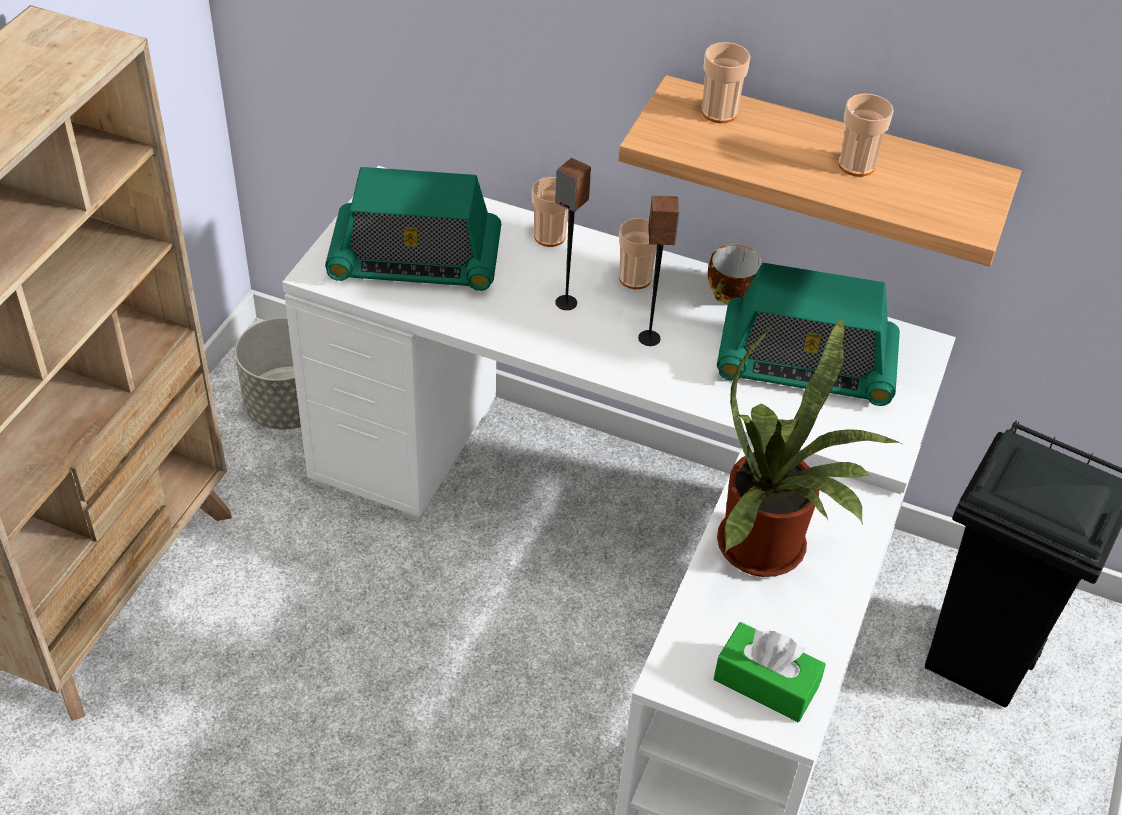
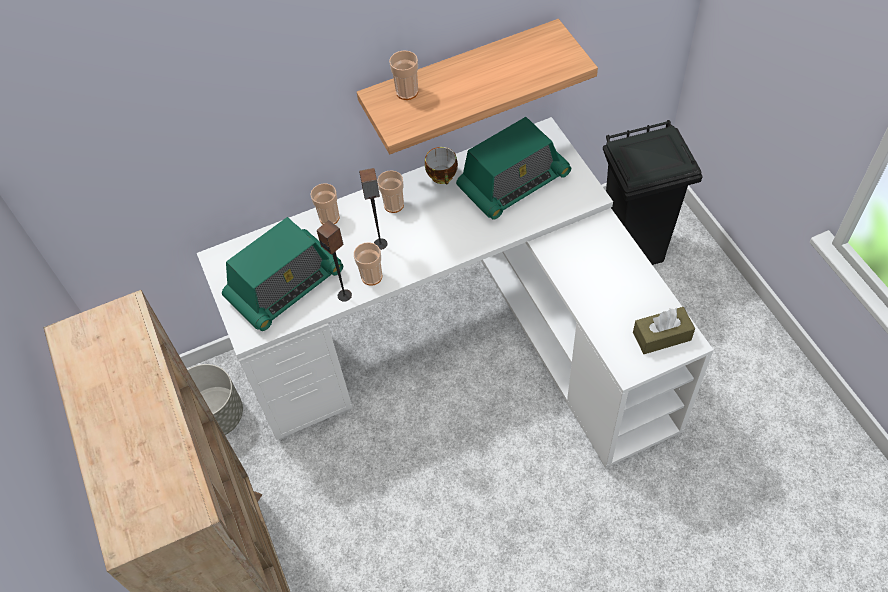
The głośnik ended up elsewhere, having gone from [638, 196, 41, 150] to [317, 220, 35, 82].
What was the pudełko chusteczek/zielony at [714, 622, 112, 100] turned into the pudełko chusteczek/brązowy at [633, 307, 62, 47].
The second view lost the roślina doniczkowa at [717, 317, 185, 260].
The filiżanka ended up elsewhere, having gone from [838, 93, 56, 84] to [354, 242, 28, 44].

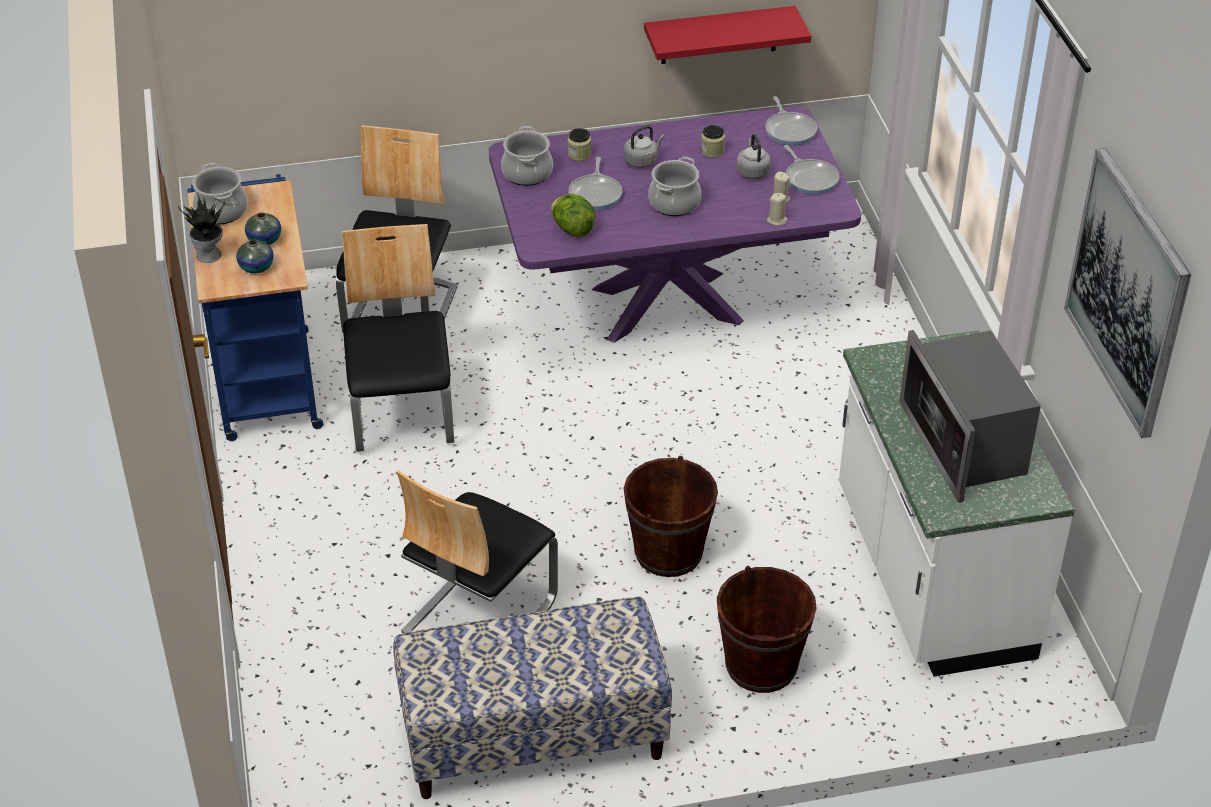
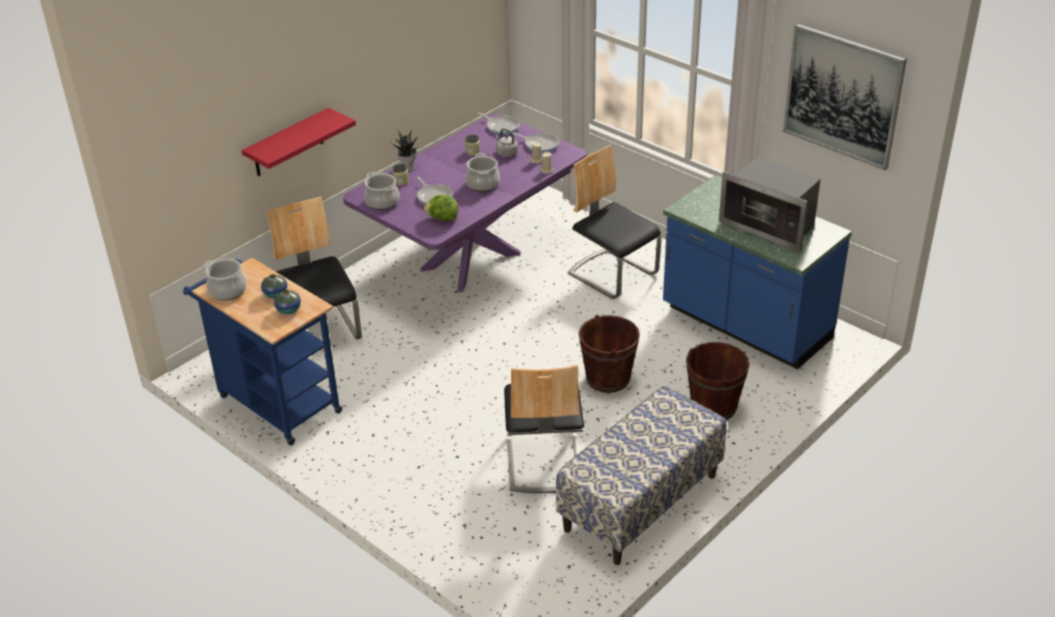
The roślina doniczkowa ended up elsewhere, having gone from [178, 193, 47, 70] to [390, 129, 28, 43].
The krzesło ended up elsewhere, having gone from [342, 224, 112, 228] to [568, 145, 94, 154].
The second view lost the czajnik/szary at [624, 125, 41, 43].
The półka/czerwony ended up elsewhere, having gone from [644, 6, 167, 58] to [242, 108, 114, 68].
What was the zabudowa kuchenna/biały at [839, 330, 236, 347] turned into the zabudowa kuchenna/niebieski at [663, 175, 189, 194].

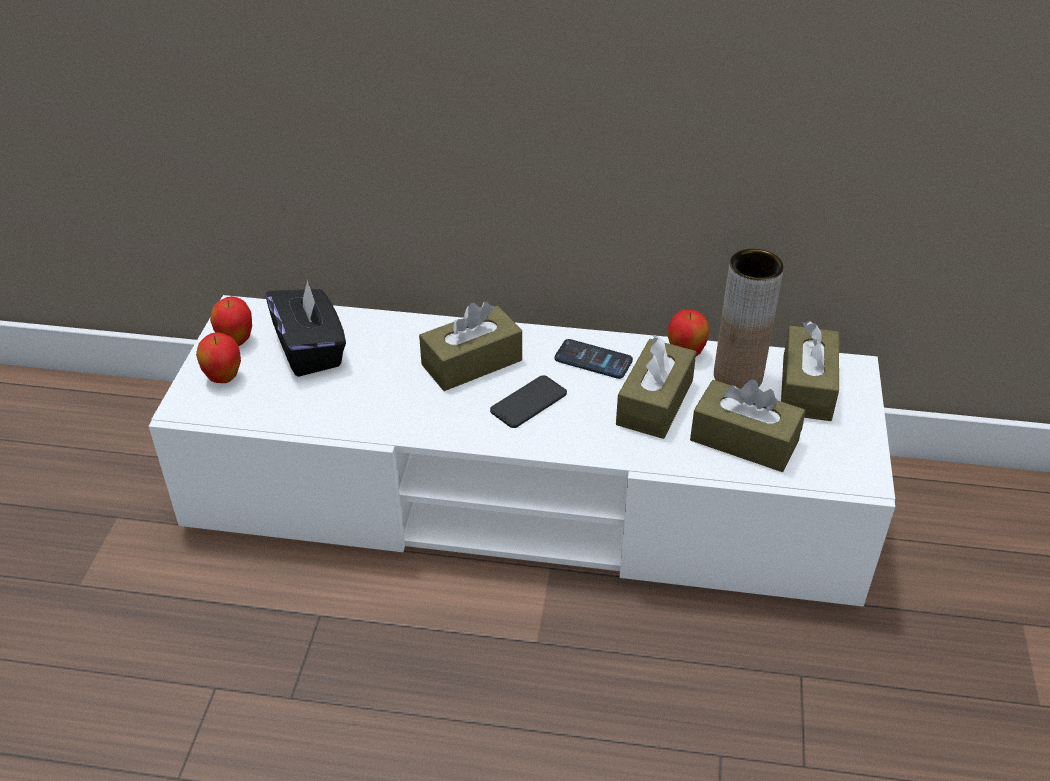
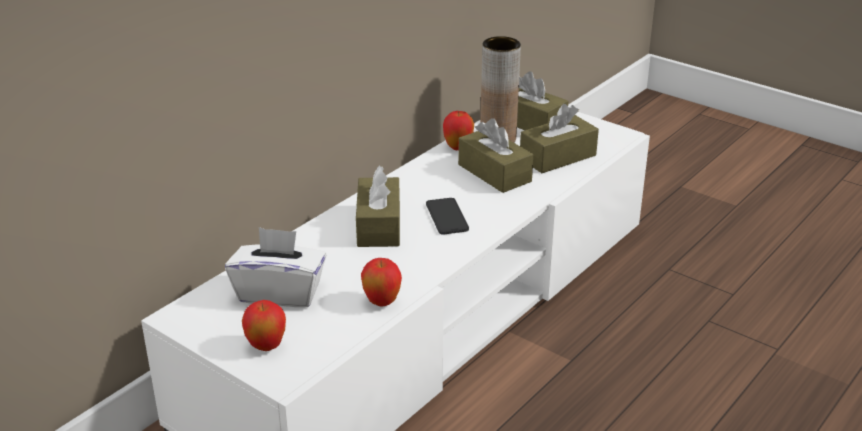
The jabłko ended up elsewhere, having gone from [210, 296, 42, 50] to [361, 258, 41, 48].
What was the pudełko chusteczek/czarny at [266, 280, 80, 97] turned into the pudełko chusteczek/biały at [225, 227, 101, 80].
The second view lost the telefon at [555, 339, 78, 40].

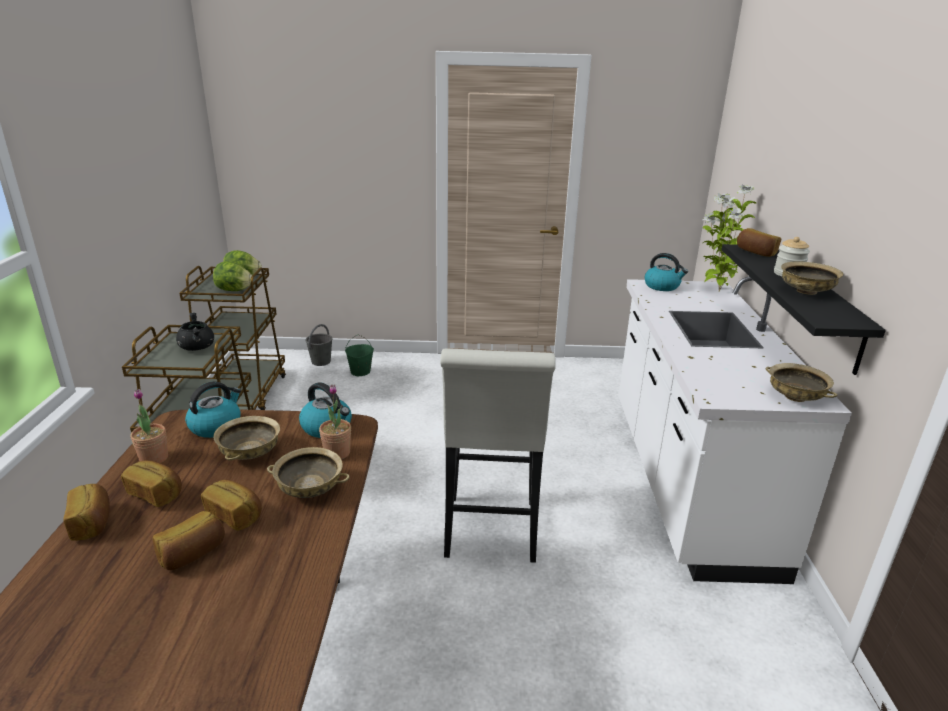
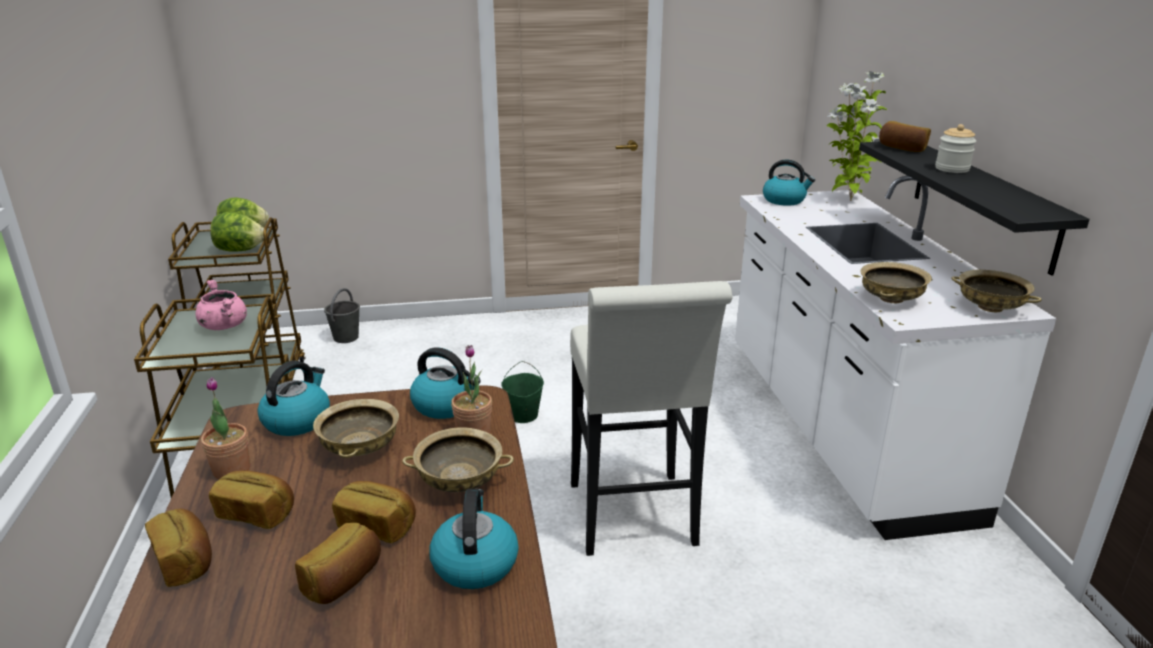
What was the garnek/czarny at [176, 313, 38, 38] turned into the garnek/różowy at [196, 280, 51, 50].
The wiadro/zielony ended up elsewhere, having gone from [345, 335, 29, 41] to [501, 361, 43, 62].
The miska/beżowy ended up elsewhere, having gone from [781, 261, 62, 34] to [860, 262, 72, 41].
The second view gained the czajnik at [429, 489, 90, 100].

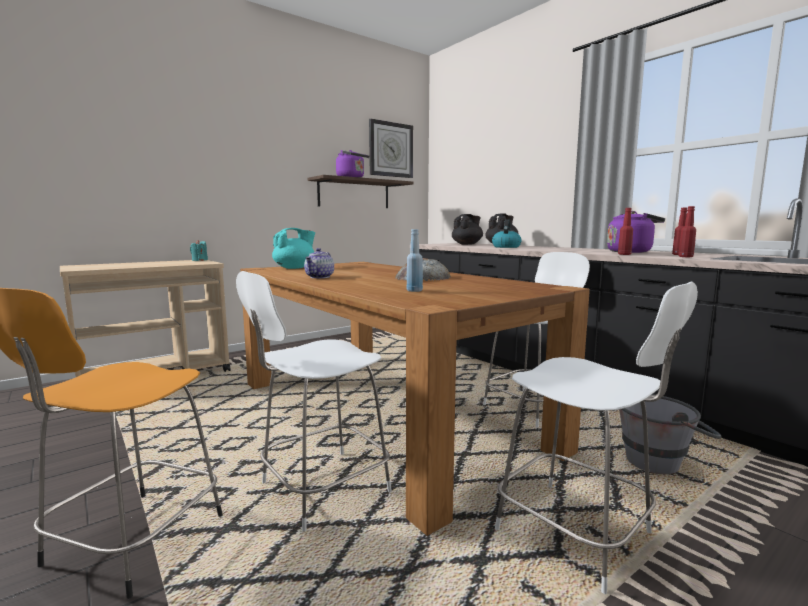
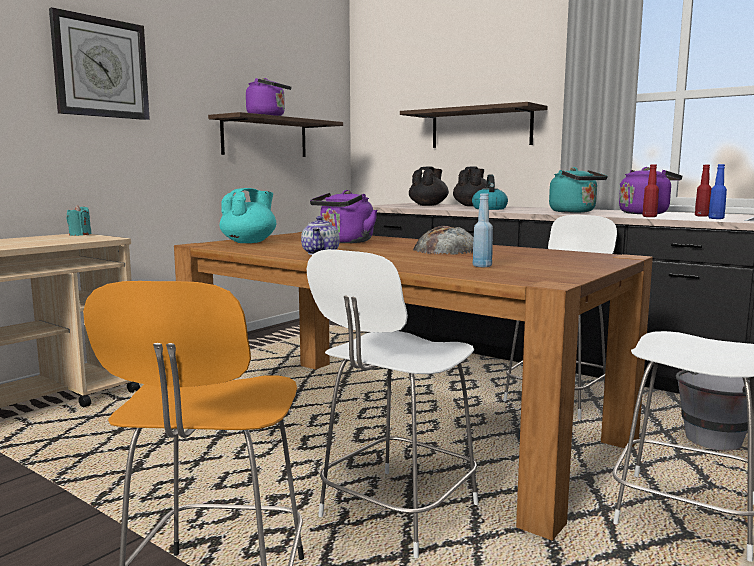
The zegar ścienny ended up elsewhere, having gone from [369, 119, 44, 59] to [49, 7, 101, 113].
What was the butelka/czerwony at [678, 206, 18, 51] turned into the butelka/niebieski at [708, 164, 19, 55].
The second view gained the czajnik/fioletowy at [310, 190, 68, 53].
The second view gained the półka at [400, 102, 148, 46].
The second view gained the czajnik/turkusowy at [549, 167, 58, 46].

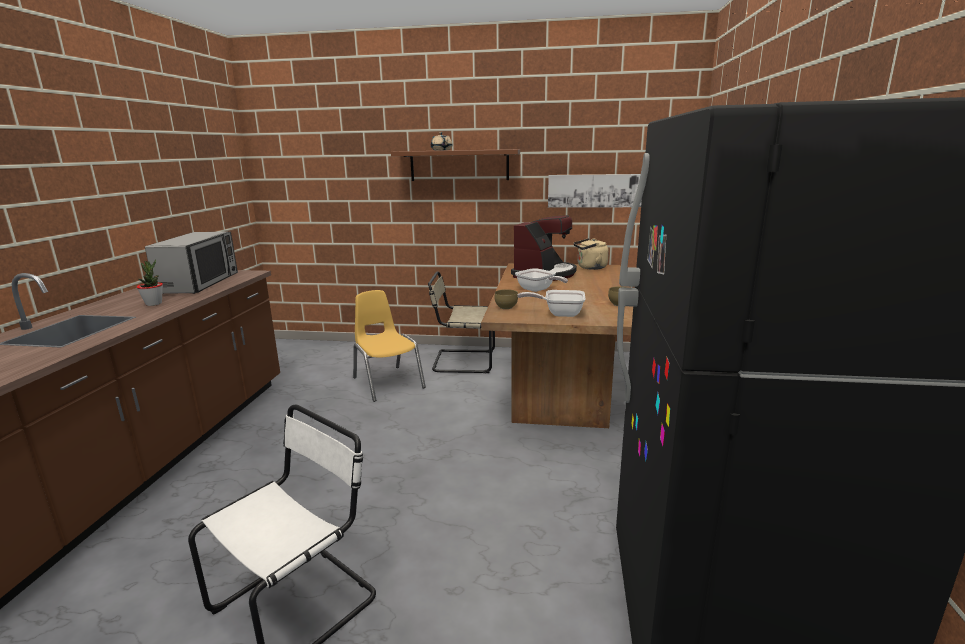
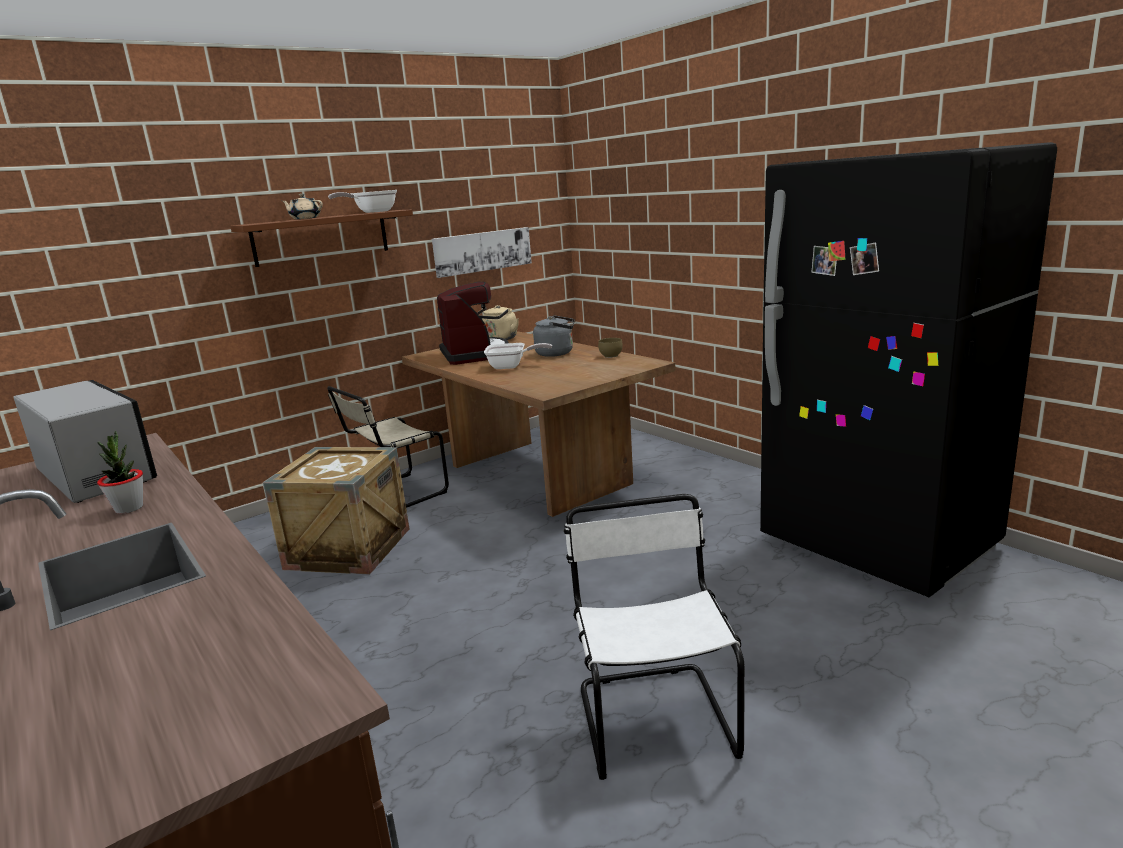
Where the krzesło/żółty stood at [353, 290, 73, 112], the skrzynka came to stand at [263, 447, 146, 128].
The second view lost the miska/brązowy at [494, 289, 24, 20].
The patelnia ended up elsewhere, having gone from [517, 290, 69, 27] to [328, 190, 69, 23].
The second view gained the czajnik/szary at [533, 315, 42, 42].

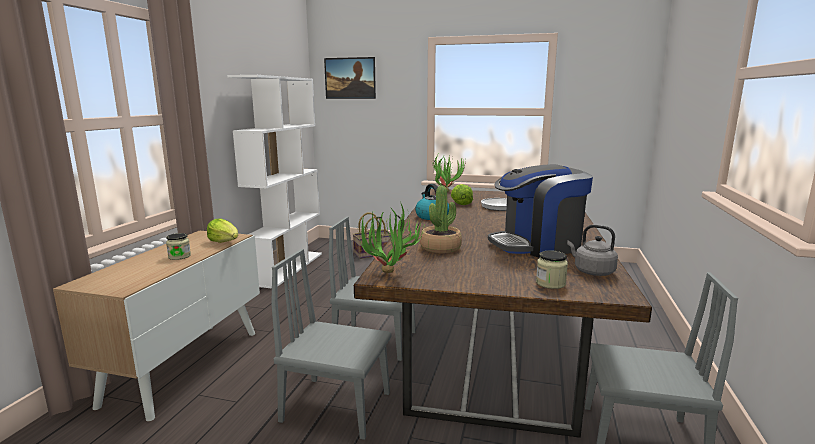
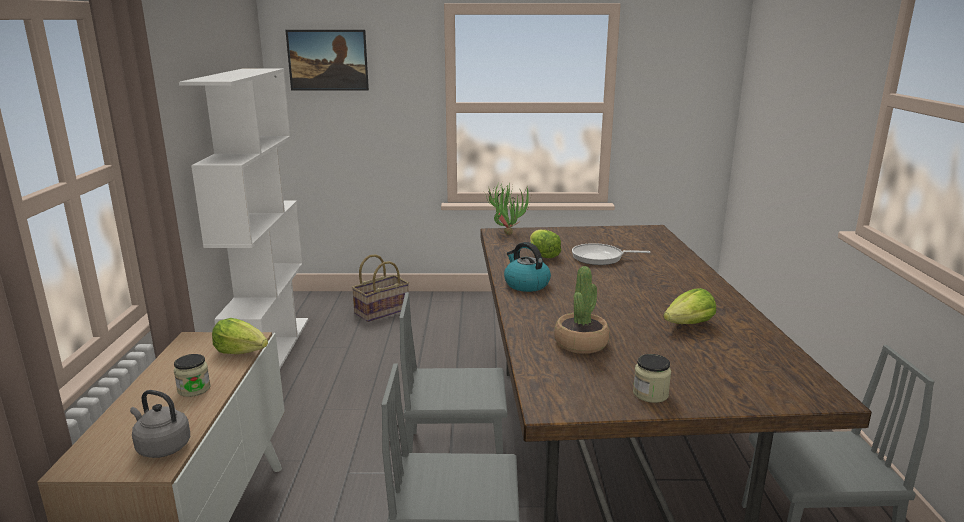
The second view lost the roślina doniczkowa at [357, 204, 69, 69].
Where the ekspres do kawy stood at [488, 164, 105, 94], the sałata came to stand at [663, 288, 53, 36].
The słoik ended up elsewhere, having gone from [536, 250, 32, 39] to [633, 354, 38, 49].
The czajnik/szary ended up elsewhere, having gone from [567, 225, 51, 51] to [130, 390, 60, 68].

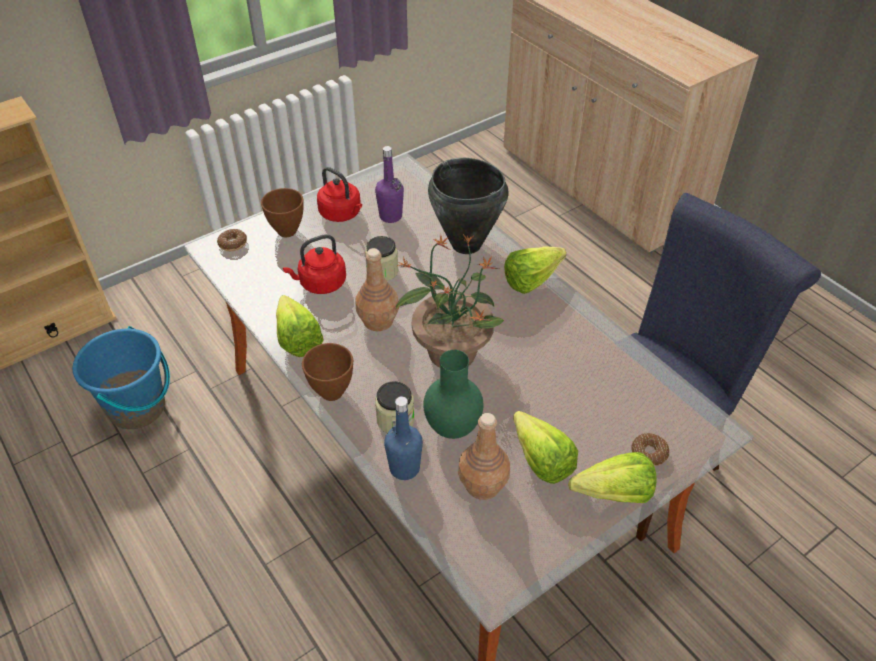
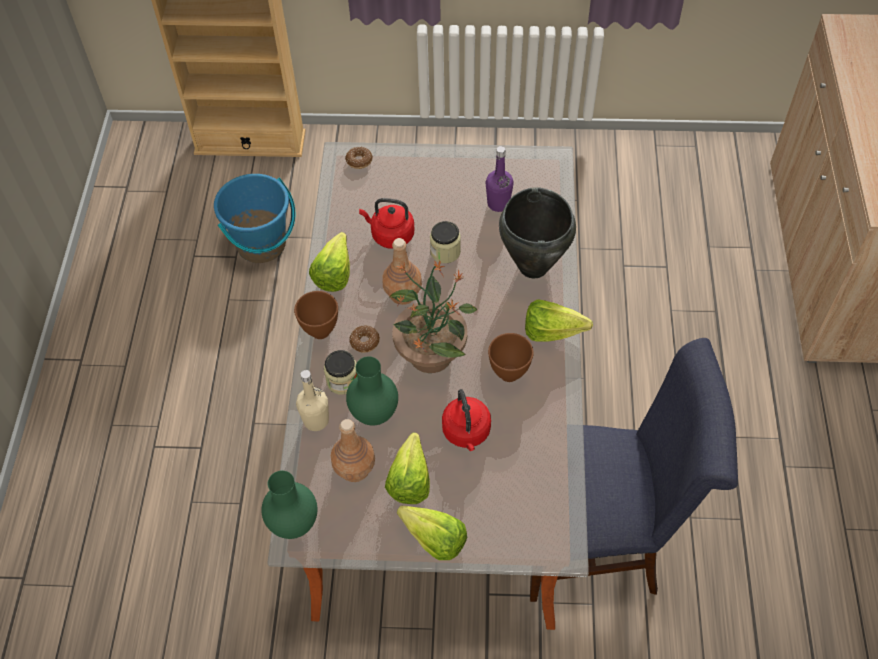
The miska/brązowy ended up elsewhere, having gone from [261, 188, 42, 49] to [488, 333, 46, 49].
The czajnik/czerwony ended up elsewhere, having gone from [317, 167, 45, 55] to [442, 389, 49, 62].
What was the butelka/niebieski at [384, 396, 39, 84] turned into the butelka/beżowy at [296, 370, 33, 61].
The donut ended up elsewhere, having gone from [631, 433, 38, 33] to [349, 325, 31, 28].
The second view gained the wazon/zielony at [261, 470, 56, 69].

